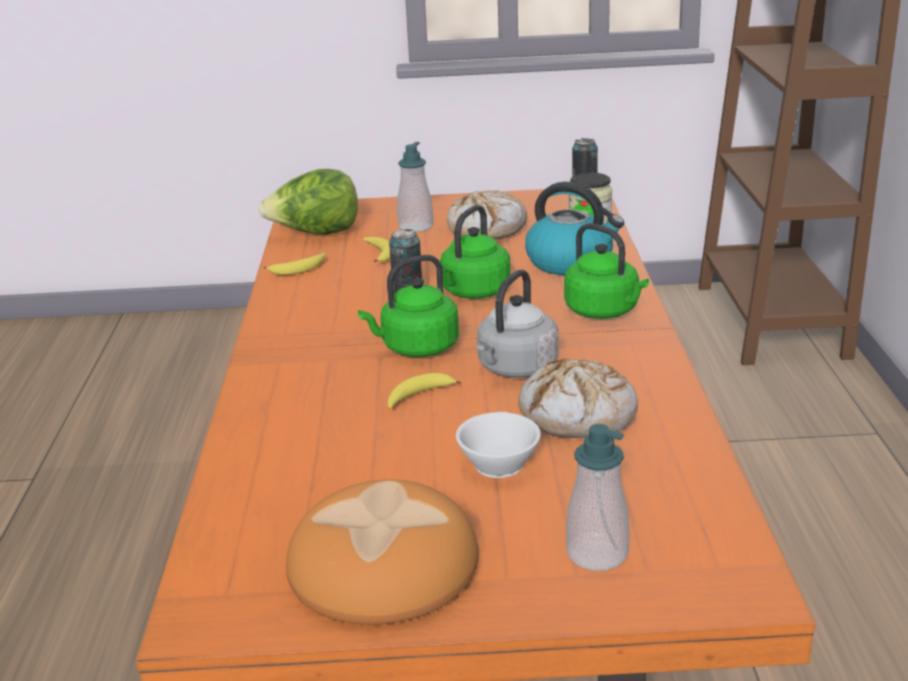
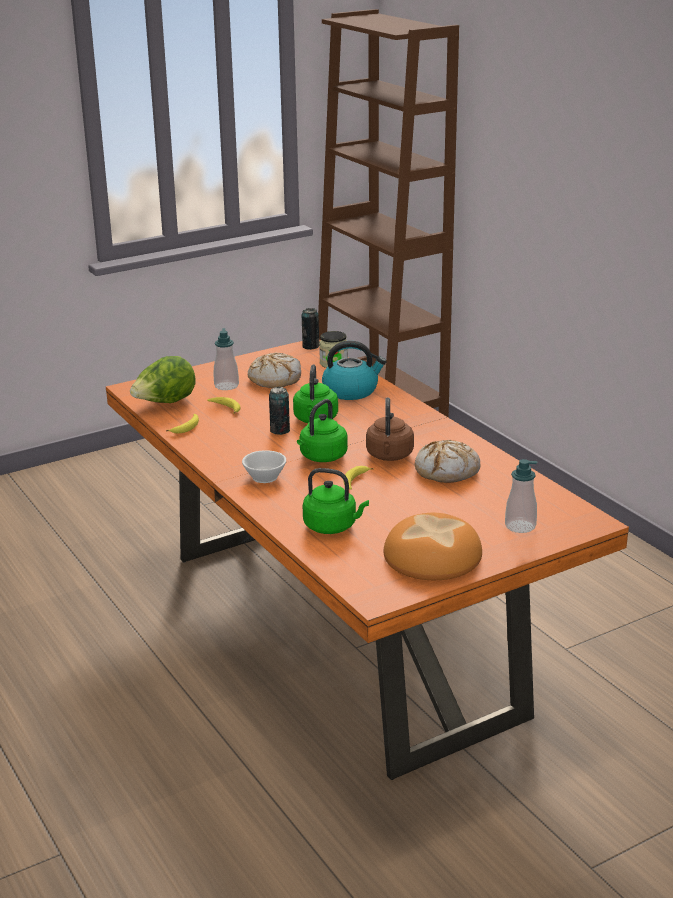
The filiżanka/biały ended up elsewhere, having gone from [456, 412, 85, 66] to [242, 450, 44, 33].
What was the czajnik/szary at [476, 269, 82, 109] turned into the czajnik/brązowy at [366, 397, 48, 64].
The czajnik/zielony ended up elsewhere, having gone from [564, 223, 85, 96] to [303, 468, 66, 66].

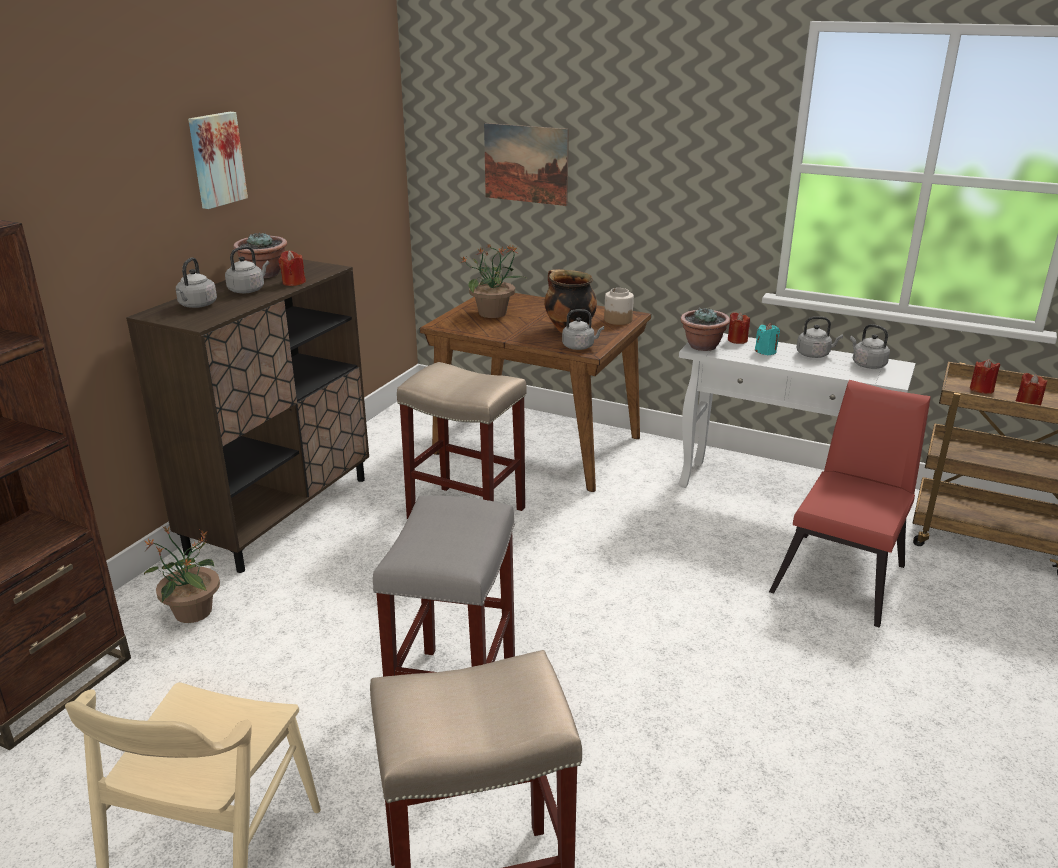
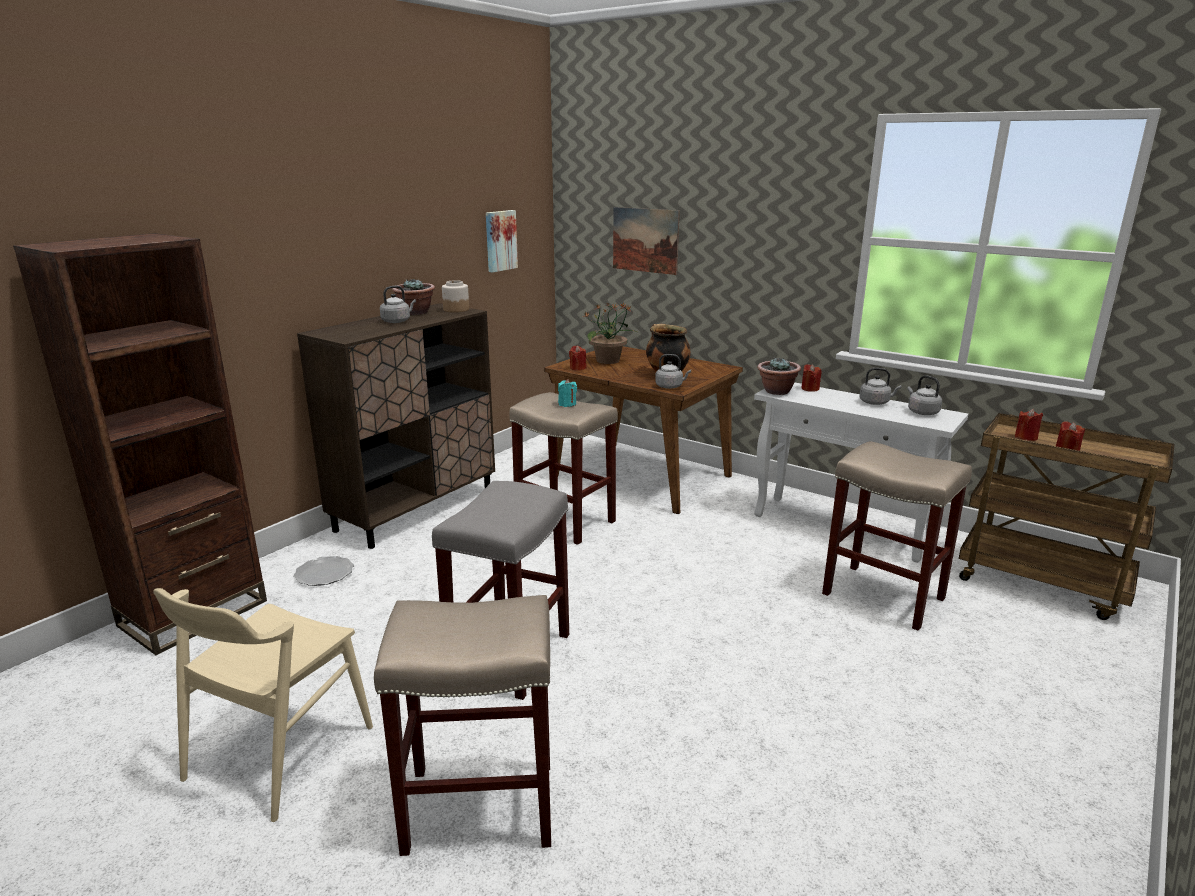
Where the roślina doniczkowa stood at [144, 526, 76, 97], the talerz came to stand at [293, 556, 61, 30].
The second view lost the czajnik/szary at [176, 257, 41, 51].
The obraz ended up elsewhere, having gone from [188, 112, 60, 97] to [486, 210, 32, 62].
The świeca/czerwony ended up elsewhere, having gone from [278, 251, 28, 35] to [569, 346, 17, 25].
The słoik ended up elsewhere, having gone from [604, 288, 30, 37] to [442, 280, 27, 32].
The świeca/turkusowy ended up elsewhere, having gone from [755, 323, 25, 32] to [558, 379, 19, 28].
Where the krzesło/czerwony stood at [769, 380, 162, 247], the stołek/beżowy came to stand at [822, 441, 150, 190].

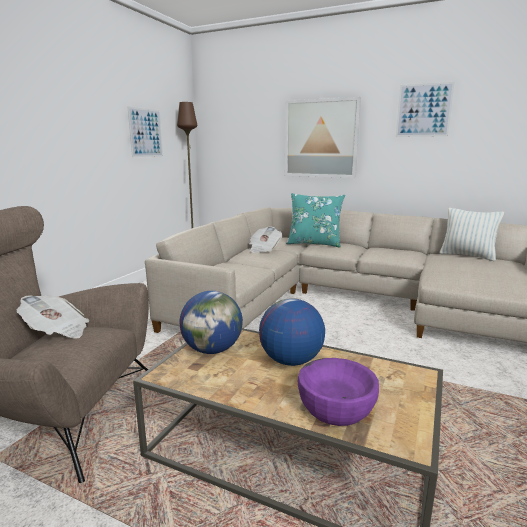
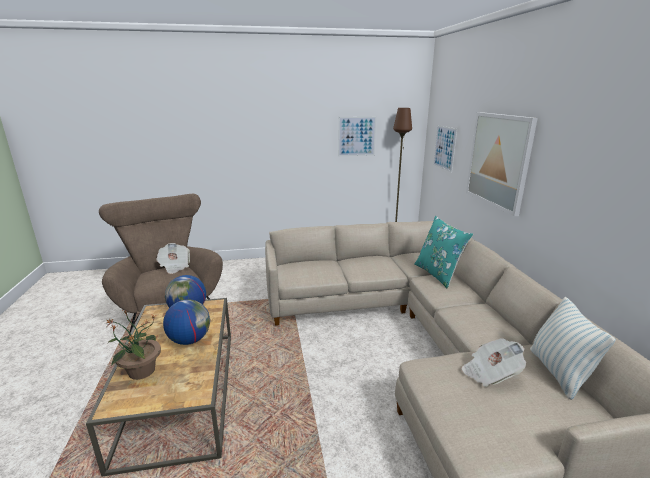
The gazeta ended up elsewhere, having gone from [249, 226, 34, 27] to [462, 338, 64, 49].
Where the miska/fioletowy stood at [298, 358, 81, 68], the roślina doniczkowa came to stand at [106, 310, 55, 70].
The obraz ended up elsewhere, having gone from [396, 82, 59, 55] to [433, 125, 24, 48].

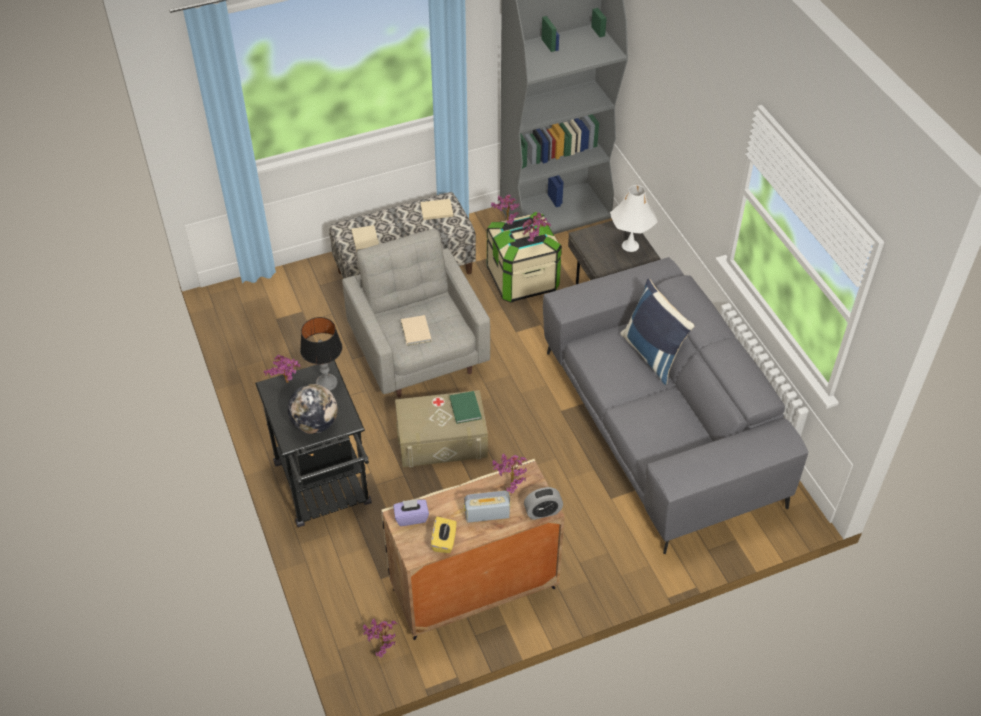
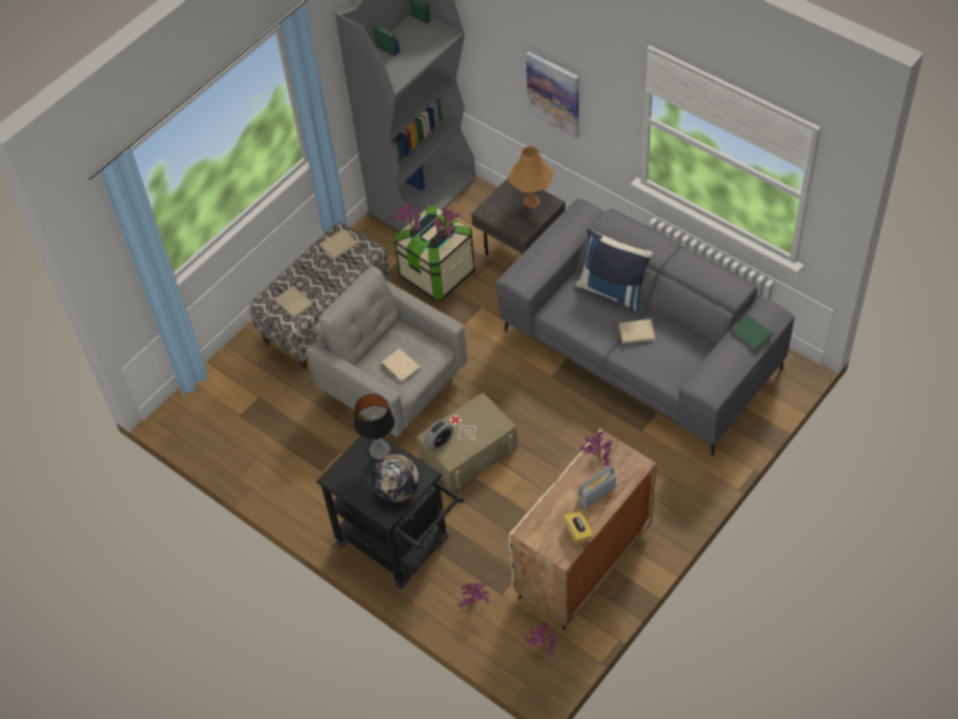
The roślina doniczkowa ended up elsewhere, having gone from [264, 355, 36, 28] to [457, 581, 32, 27].
The second view lost the pudełko chusteczek/fioletowy at [393, 499, 36, 27].
The książka/zielony ended up elsewhere, having gone from [449, 391, 33, 33] to [731, 315, 42, 35].
The budzik ended up elsewhere, having gone from [524, 487, 39, 33] to [424, 419, 30, 32].
What was the lampa stołowa/biały at [610, 185, 48, 67] turned into the lampa stołowa/pomarańczowy at [508, 146, 46, 62].
The second view gained the obraz at [526, 51, 53, 87].
The second view gained the książka/beżowy at [619, 319, 36, 26].

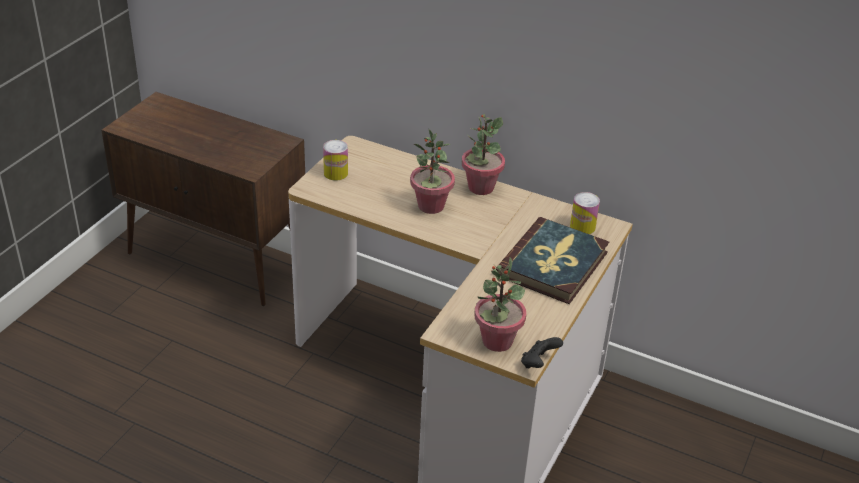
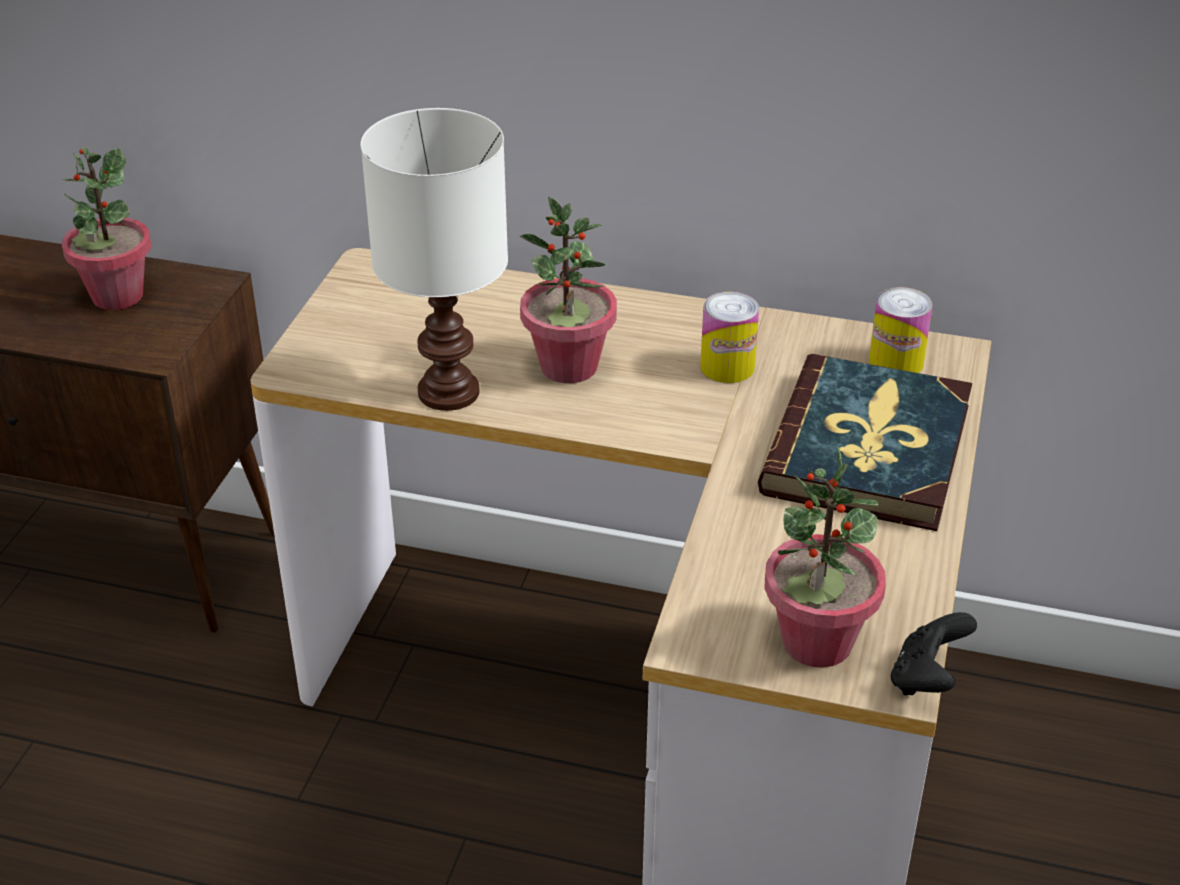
The puszka ended up elsewhere, having gone from [323, 140, 25, 41] to [700, 292, 59, 91].
The roślina doniczkowa ended up elsewhere, having gone from [462, 114, 43, 81] to [62, 147, 89, 163].
The second view gained the lampa stołowa/biały at [361, 108, 147, 303].

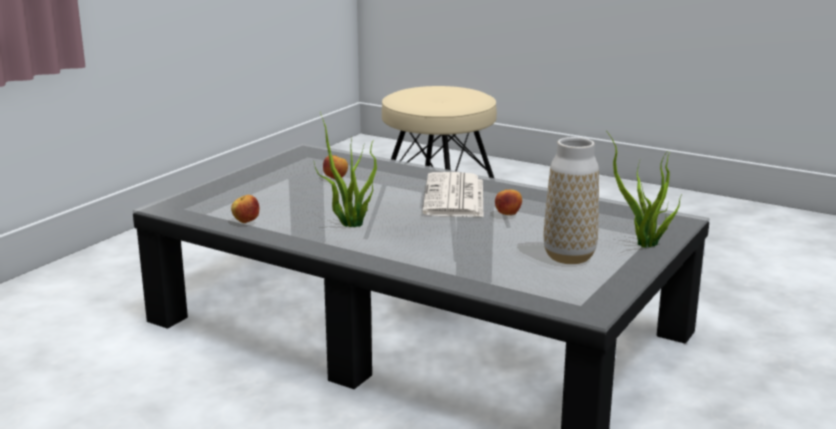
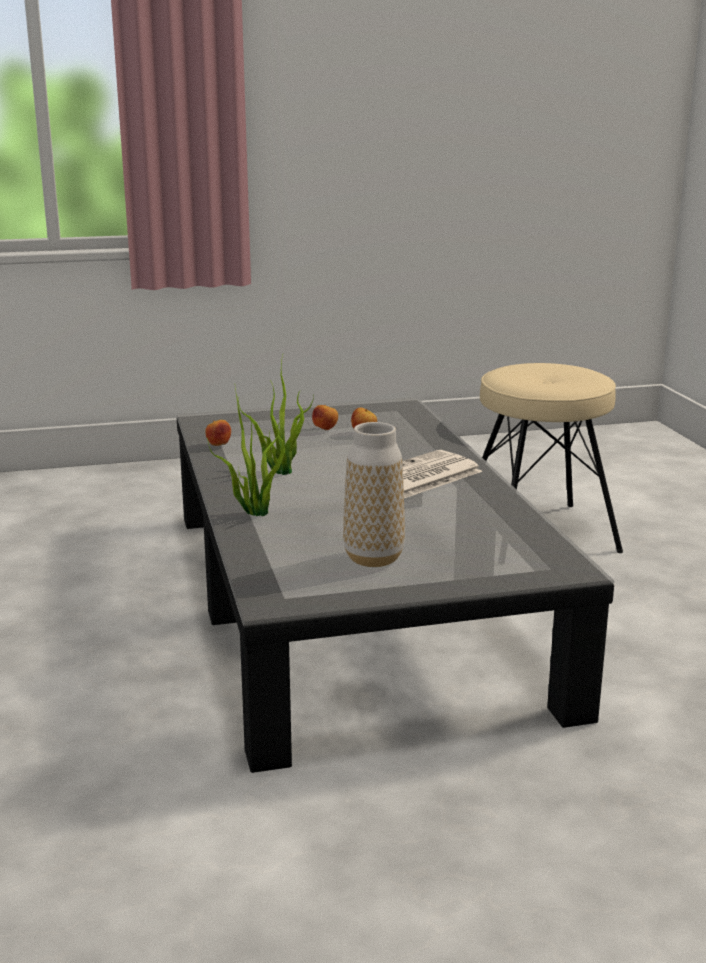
The jabłko ended up elsewhere, having gone from [495, 189, 27, 26] to [312, 405, 26, 25].
The roślina doniczkowa ended up elsewhere, having gone from [607, 132, 75, 116] to [207, 388, 78, 128].

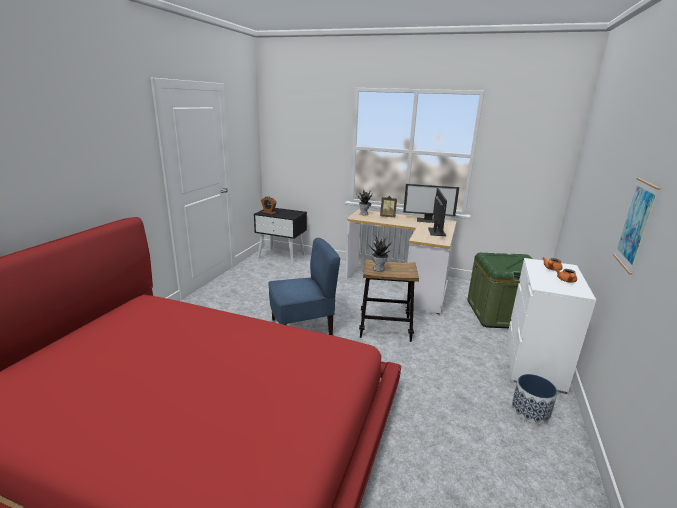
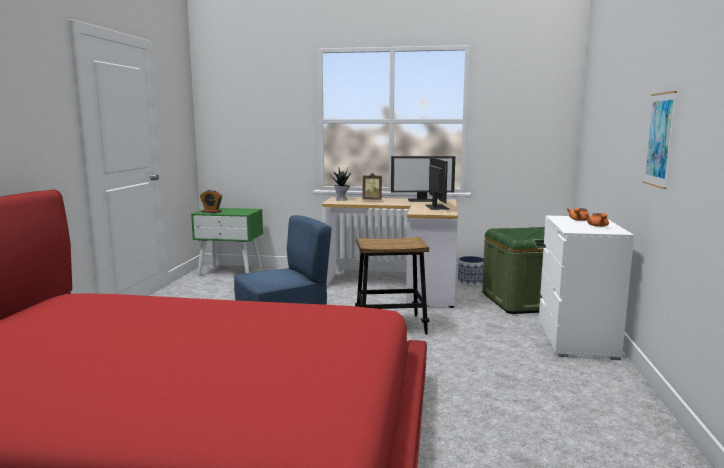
What was the szafka nocna/czarny at [254, 208, 53, 56] turned into the szafka nocna/zielony at [191, 208, 72, 68].
The second view lost the roślina doniczkowa at [368, 235, 23, 36].
The donica ended up elsewhere, having gone from [512, 374, 46, 50] to [458, 256, 26, 31].

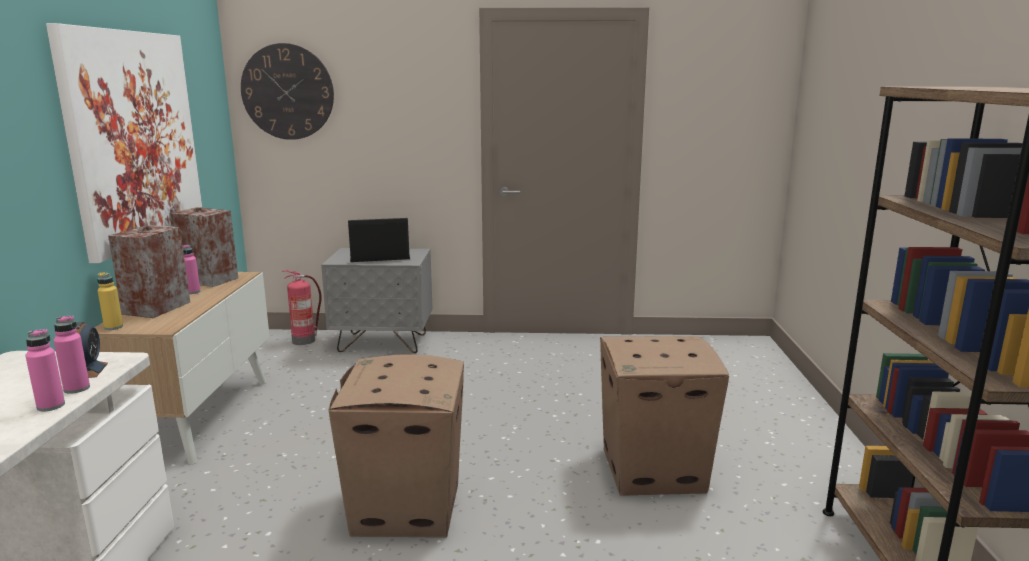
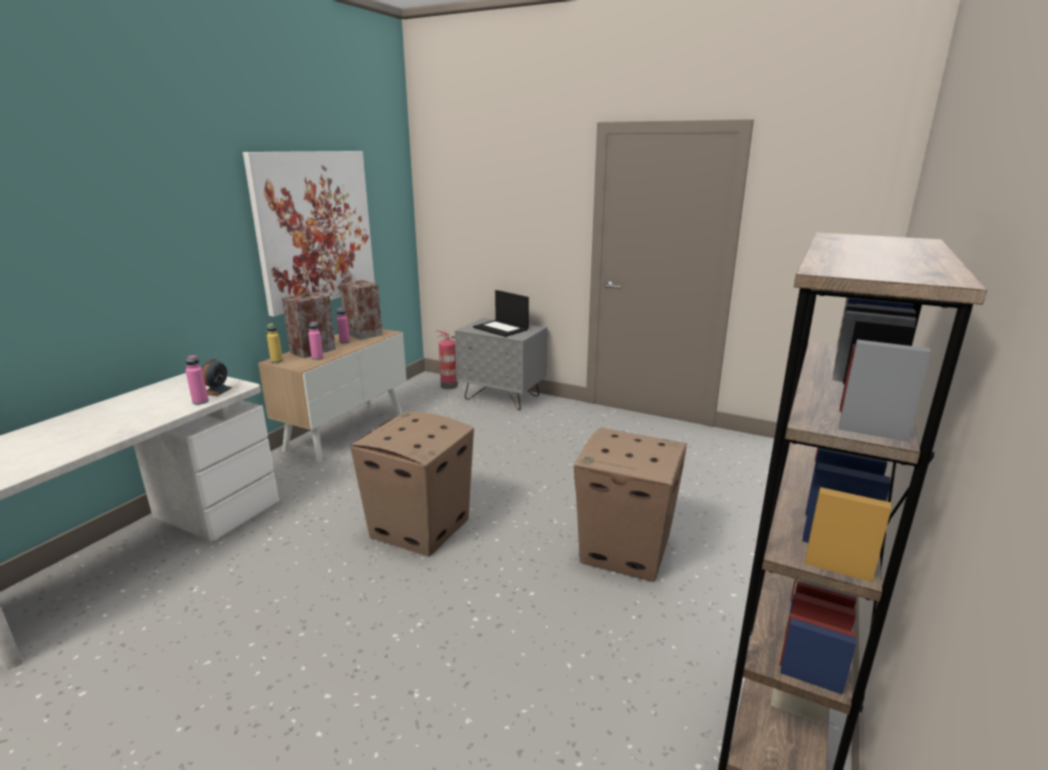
The butelka/różowy ended up elsewhere, having gone from [25, 329, 40, 83] to [308, 322, 15, 38].
The second view lost the zegar ścienny at [241, 43, 93, 97].
The laptop at [348, 218, 62, 44] ended up facing another way, 150 degrees counterclockwise from before.

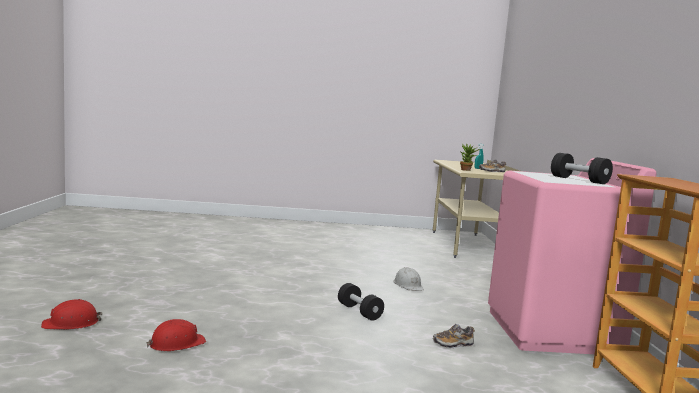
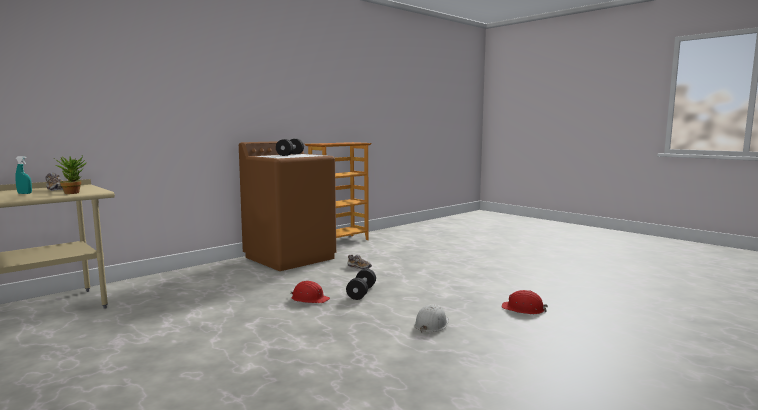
The kask/czerwony ended up elsewhere, having gone from [41, 299, 61, 31] to [291, 281, 39, 22].
The kask/biały ended up elsewhere, having gone from [393, 267, 31, 24] to [414, 304, 35, 29].
What was the pralka/różowy at [488, 158, 168, 196] turned into the pralka/brązowy at [239, 141, 97, 130].

